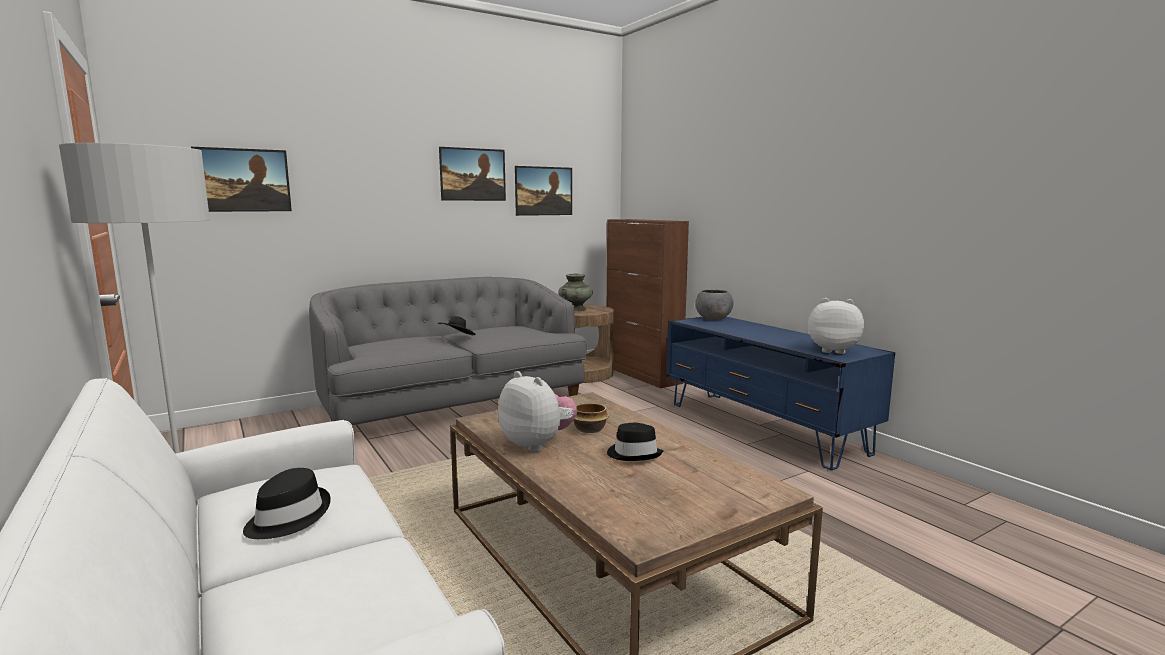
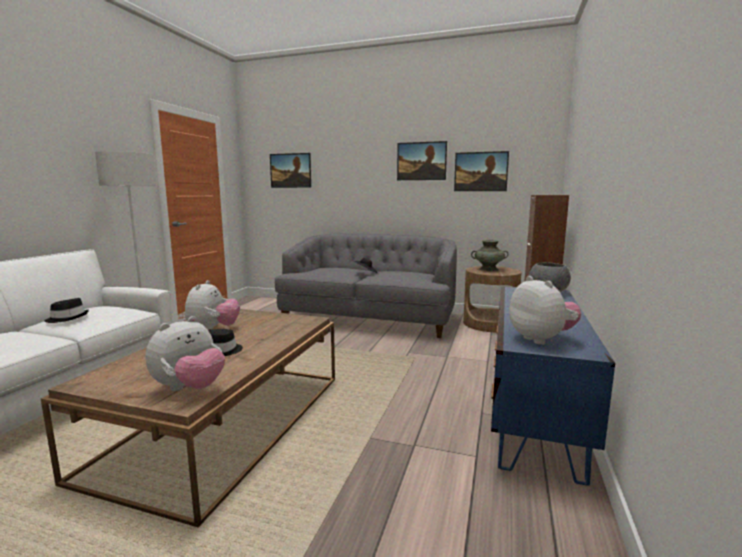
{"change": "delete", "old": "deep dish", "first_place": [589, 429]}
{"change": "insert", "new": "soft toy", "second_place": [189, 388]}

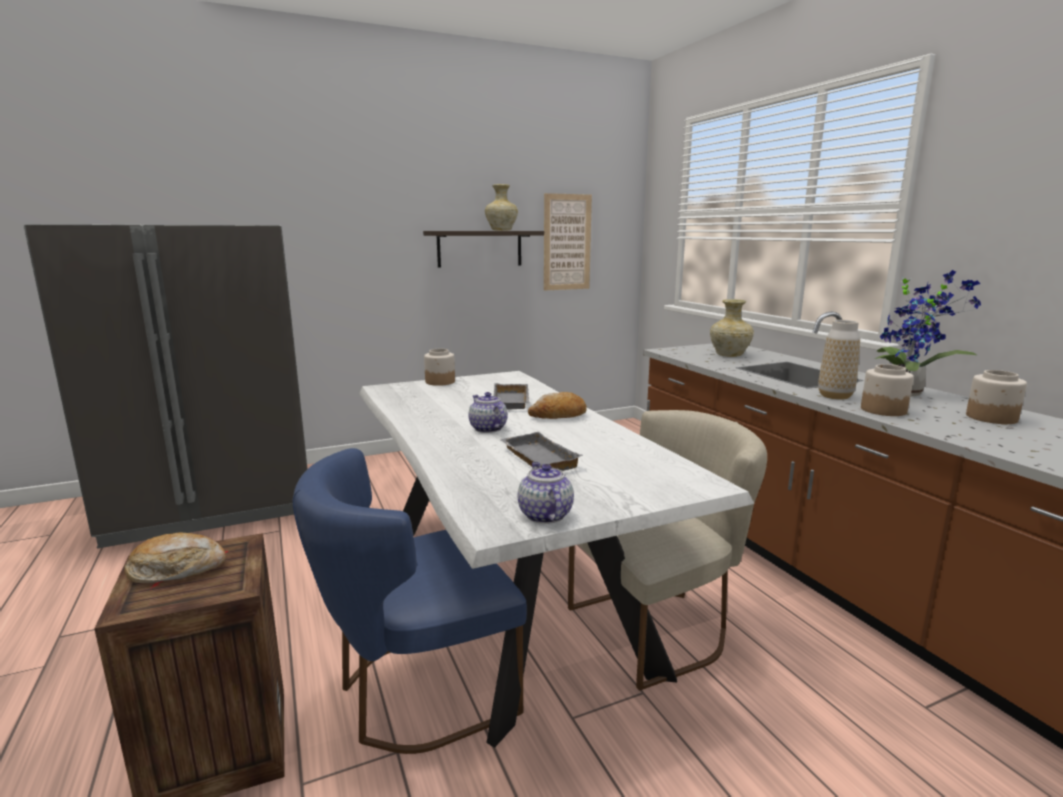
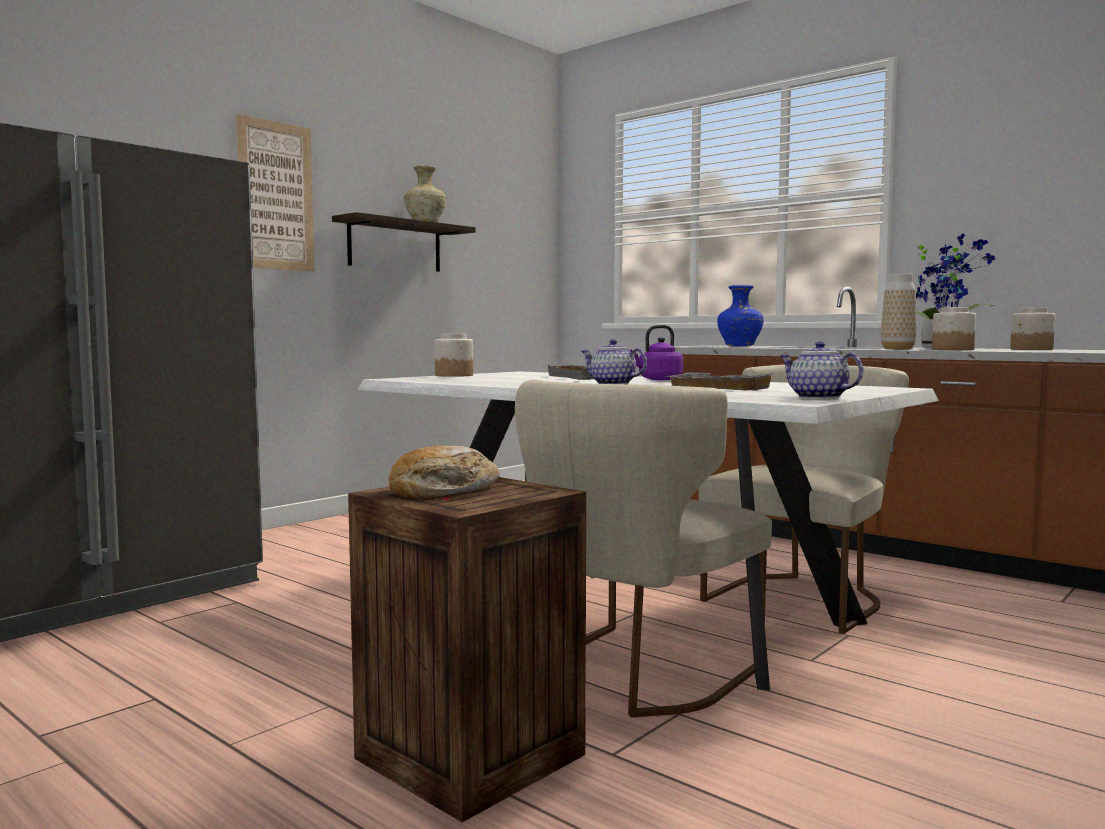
{"change": "recolor", "old": "chair/blue-coloured", "new": "chair/beige", "first_place": [416, 692], "second_place": [633, 676]}
{"change": "replace", "old": "bread", "new": "kettle/purple-coloured", "first_place": [558, 416], "second_place": [658, 379]}
{"change": "move", "old": "picture", "first_place": [567, 242], "second_place": [276, 196]}
{"change": "recolor", "old": "vase/beige", "new": "vase/blue-coloured", "first_place": [728, 355], "second_place": [739, 346]}

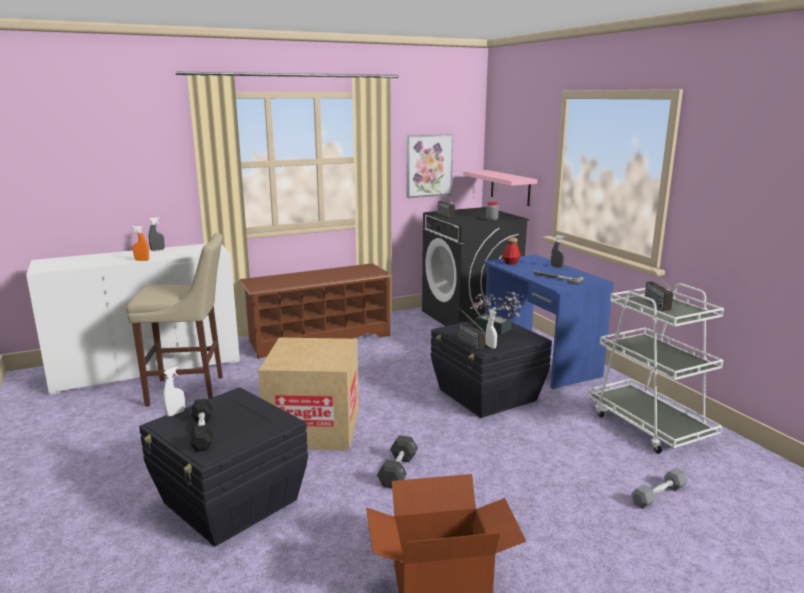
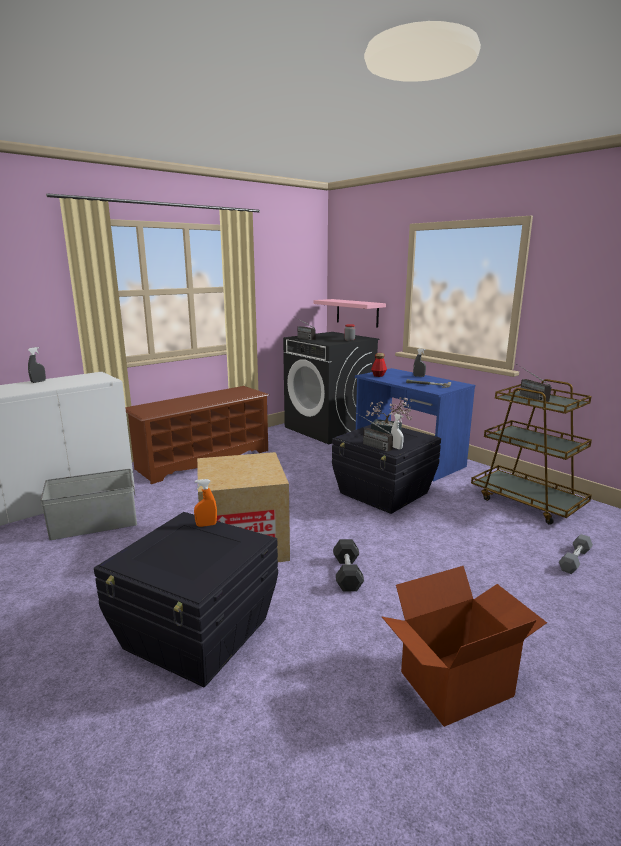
{"change": "replace", "old": "sitting stool/beige", "new": "storage bin/greyish", "first_place": [190, 391], "second_place": [95, 524]}
{"change": "move", "old": "sprayer/orangey", "first_place": [142, 260], "second_place": [206, 525]}
{"change": "delete", "old": "sprayer/white-coloured", "first_place": [175, 413]}
{"change": "delete", "old": "free weight/black-coloured", "first_place": [202, 432]}
{"change": "delete", "old": "picture", "first_place": [428, 166]}
{"change": "recolor", "old": "trolley/white-coloured", "new": "trolley/brownish", "first_place": [649, 425], "second_place": [527, 502]}

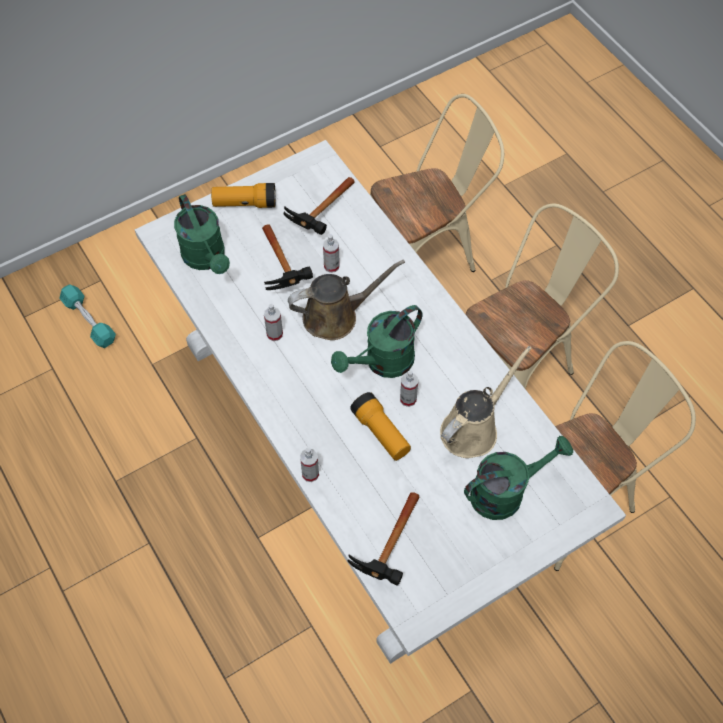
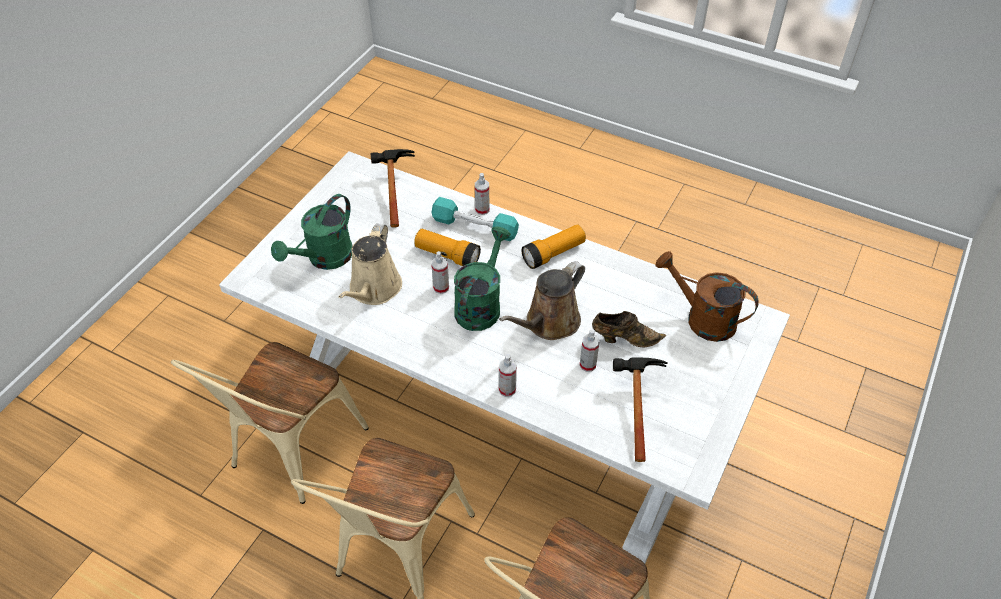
{"change": "move", "old": "free weight/turquoise-coloured", "first_place": [89, 321], "second_place": [474, 227]}
{"change": "recolor", "old": "sprinkling can/green-coloured", "new": "sprinkling can/brownish", "first_place": [207, 258], "second_place": [702, 318]}
{"change": "move", "old": "hand torch", "first_place": [245, 203], "second_place": [553, 254]}
{"change": "replace", "old": "tool hammer", "new": "shoe/brownish", "first_place": [284, 273], "second_place": [624, 338]}
{"change": "move", "old": "sprayer", "first_place": [274, 334], "second_place": [507, 389]}

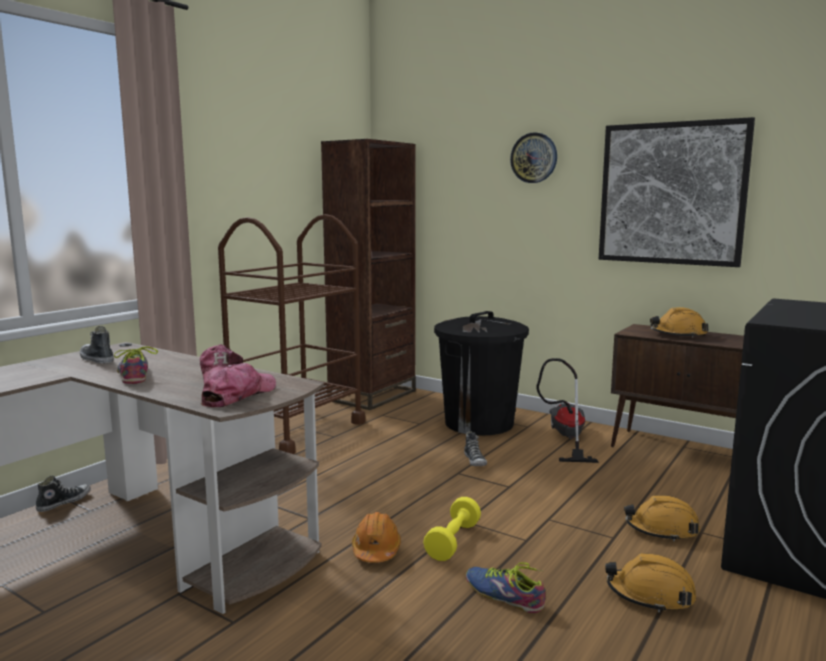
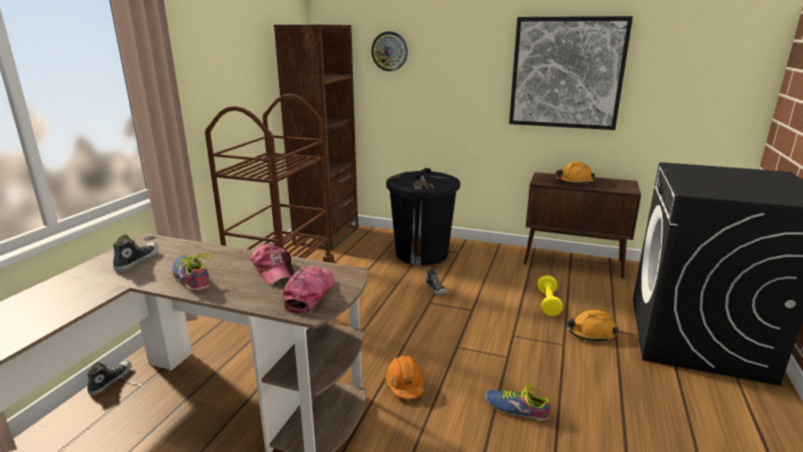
{"change": "rotate", "old": "shoe", "first_place": [96, 359], "second_place": [137, 261], "degrees": 75}
{"change": "move", "old": "free weight/yellowish", "first_place": [453, 541], "second_place": [548, 303]}
{"change": "move", "old": "hanging clock", "first_place": [534, 158], "second_place": [389, 51]}
{"change": "delete", "old": "hoover", "first_place": [565, 438]}
{"change": "delete", "old": "safety helmet/orangey", "first_place": [650, 595]}

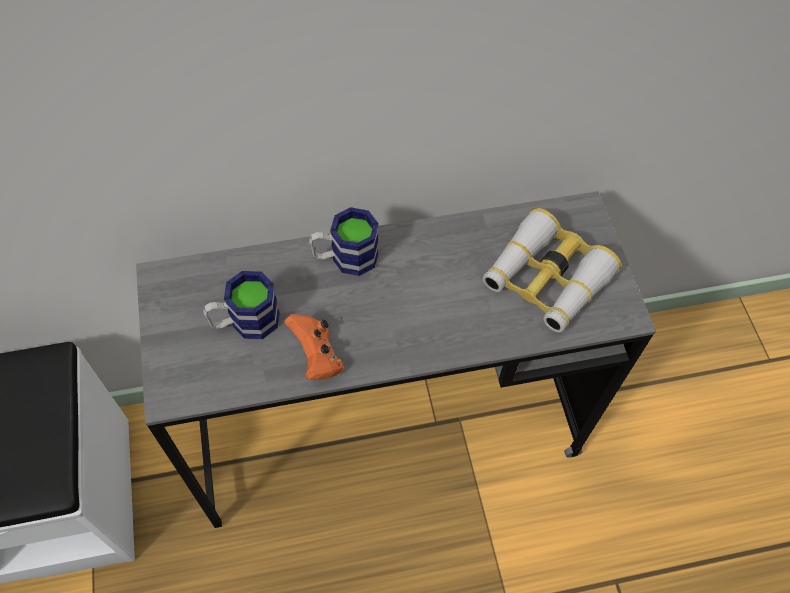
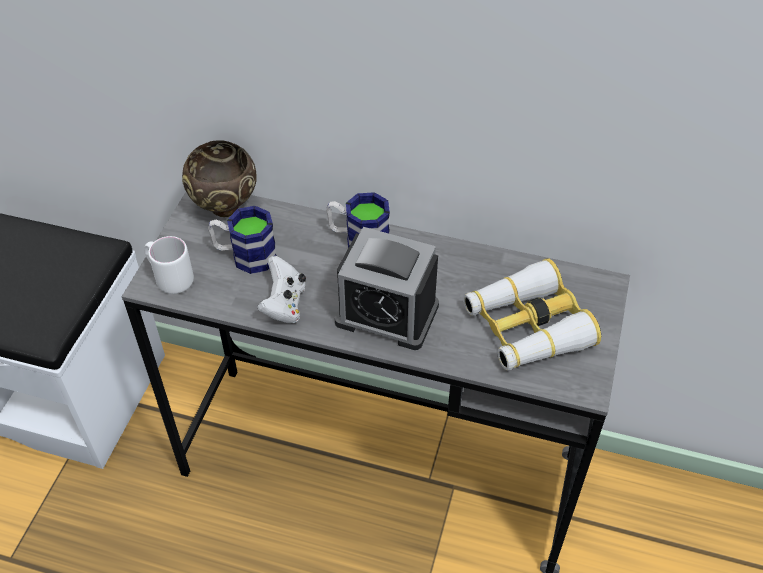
{"change": "recolor", "old": "joypad/orangey", "new": "joypad/white-coloured", "first_place": [317, 356], "second_place": [284, 304]}
{"change": "insert", "new": "tea mug/white-coloured", "second_place": [170, 278]}
{"change": "insert", "new": "deep dish/brownish", "second_place": [225, 209]}
{"change": "insert", "new": "table clock", "second_place": [387, 314]}

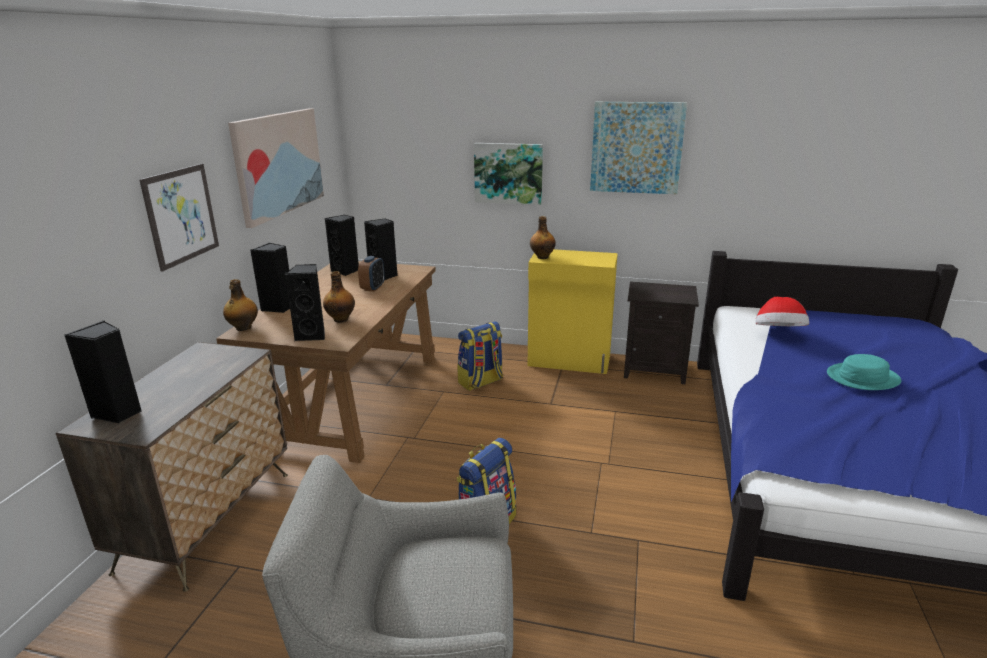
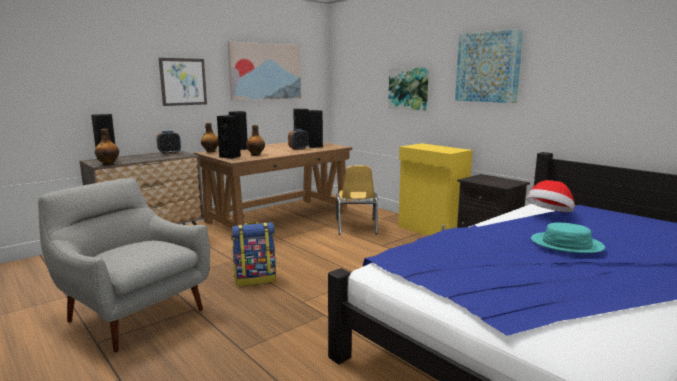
{"change": "replace", "old": "knapsack", "new": "chair/yellowish", "first_place": [481, 382], "second_place": [356, 227]}
{"change": "move", "old": "bottle", "first_place": [542, 257], "second_place": [108, 164]}
{"change": "insert", "new": "table clock", "second_place": [169, 153]}

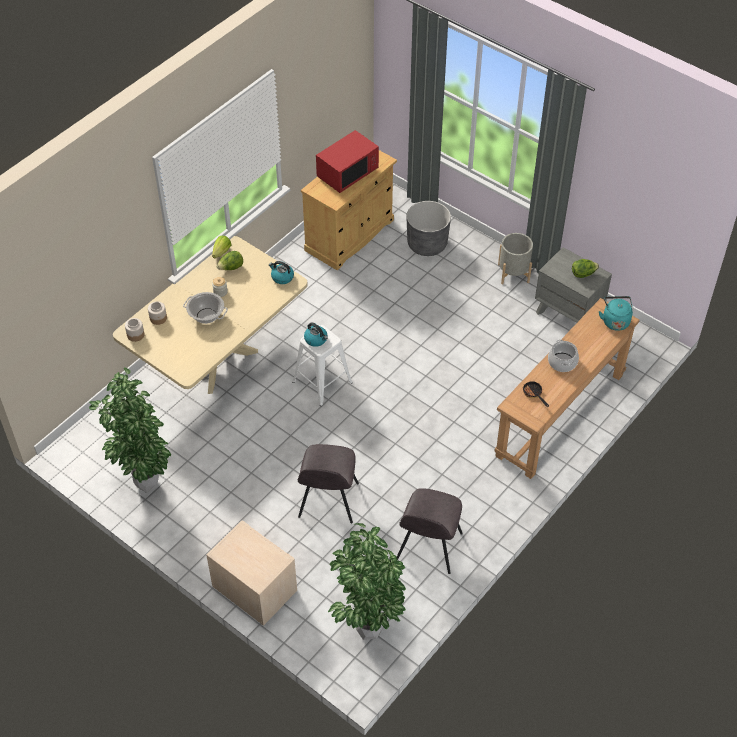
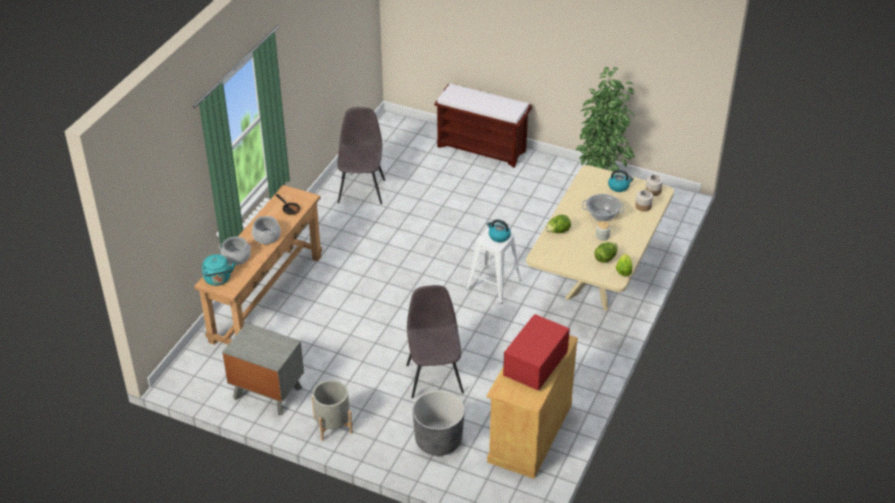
{"change": "replace", "old": "night table/beige", "new": "long seat/brownish", "first_place": [254, 588], "second_place": [482, 148]}
{"change": "move", "old": "kettle", "first_place": [282, 277], "second_place": [619, 186]}
{"change": "move", "old": "chair/greyish", "first_place": [328, 502], "second_place": [434, 377]}
{"change": "delete", "old": "plant in a pot", "first_place": [366, 632]}
{"change": "move", "old": "lettuce head", "first_place": [583, 274], "second_place": [557, 232]}
{"change": "insert", "new": "stockpot", "second_place": [236, 257]}

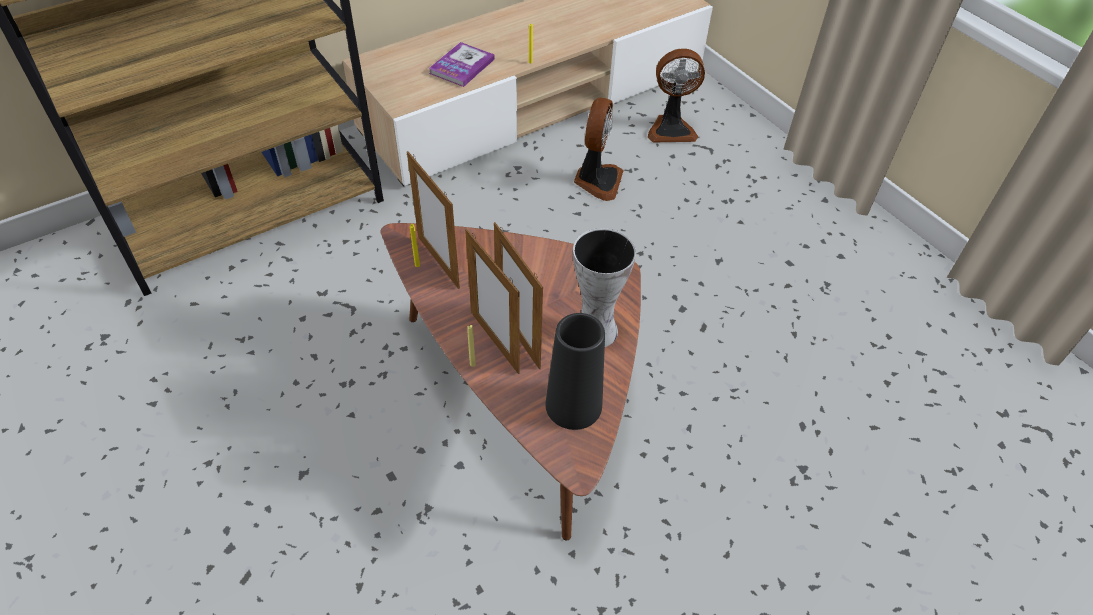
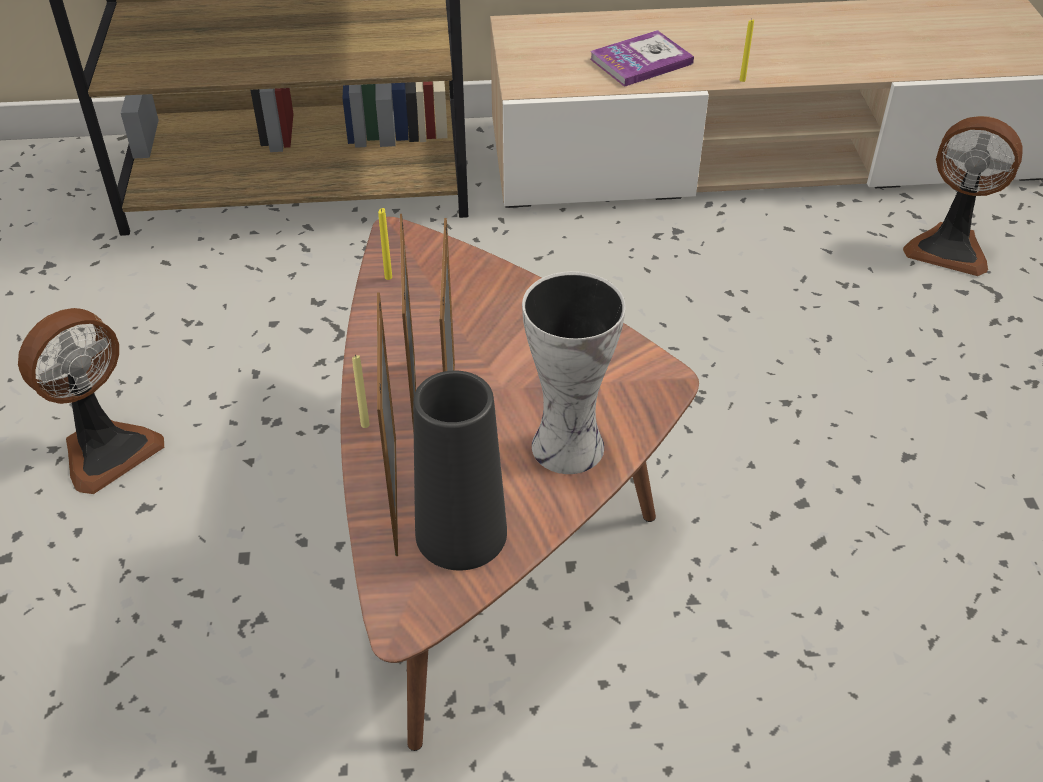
{"change": "move", "old": "standing frame", "first_place": [438, 262], "second_place": [396, 495]}
{"change": "move", "old": "fan", "first_place": [597, 180], "second_place": [106, 450]}

